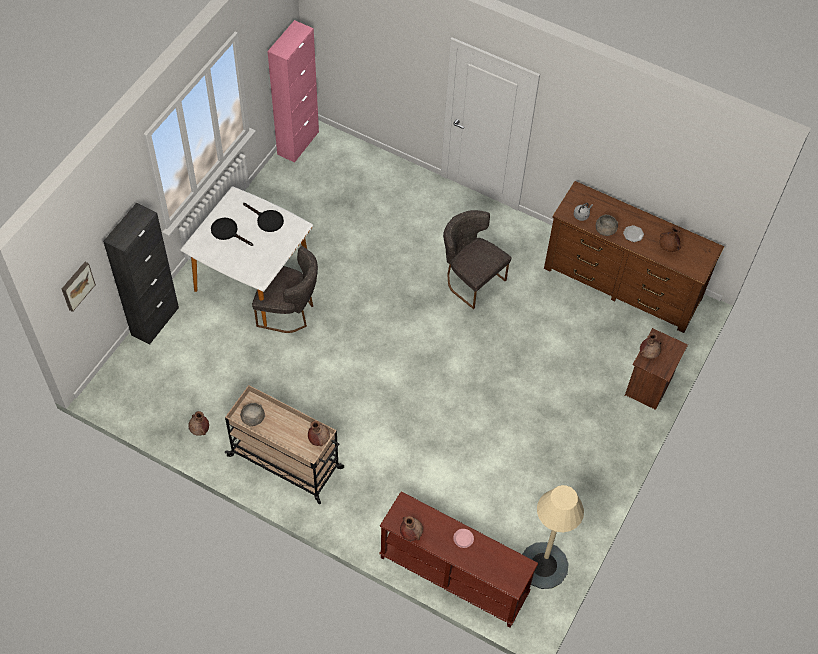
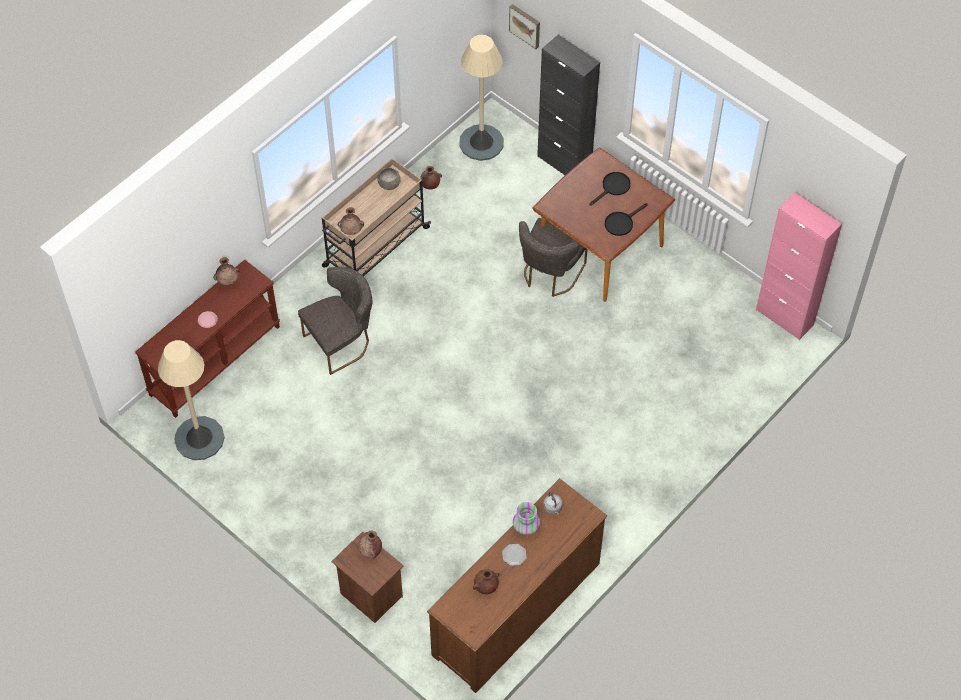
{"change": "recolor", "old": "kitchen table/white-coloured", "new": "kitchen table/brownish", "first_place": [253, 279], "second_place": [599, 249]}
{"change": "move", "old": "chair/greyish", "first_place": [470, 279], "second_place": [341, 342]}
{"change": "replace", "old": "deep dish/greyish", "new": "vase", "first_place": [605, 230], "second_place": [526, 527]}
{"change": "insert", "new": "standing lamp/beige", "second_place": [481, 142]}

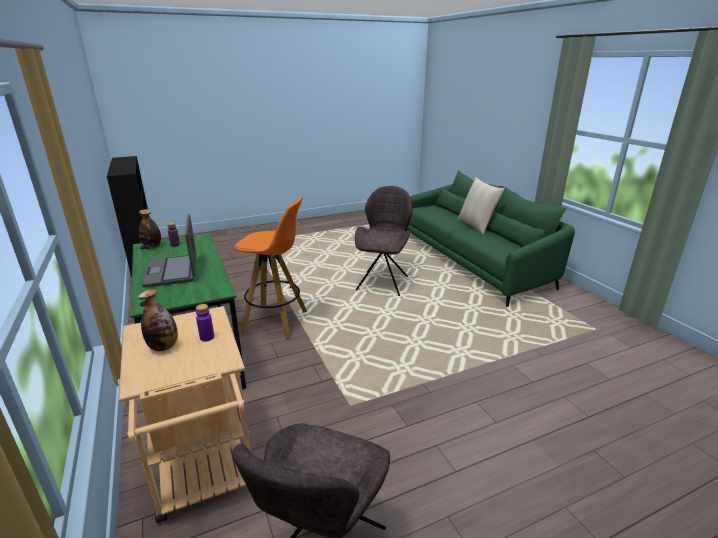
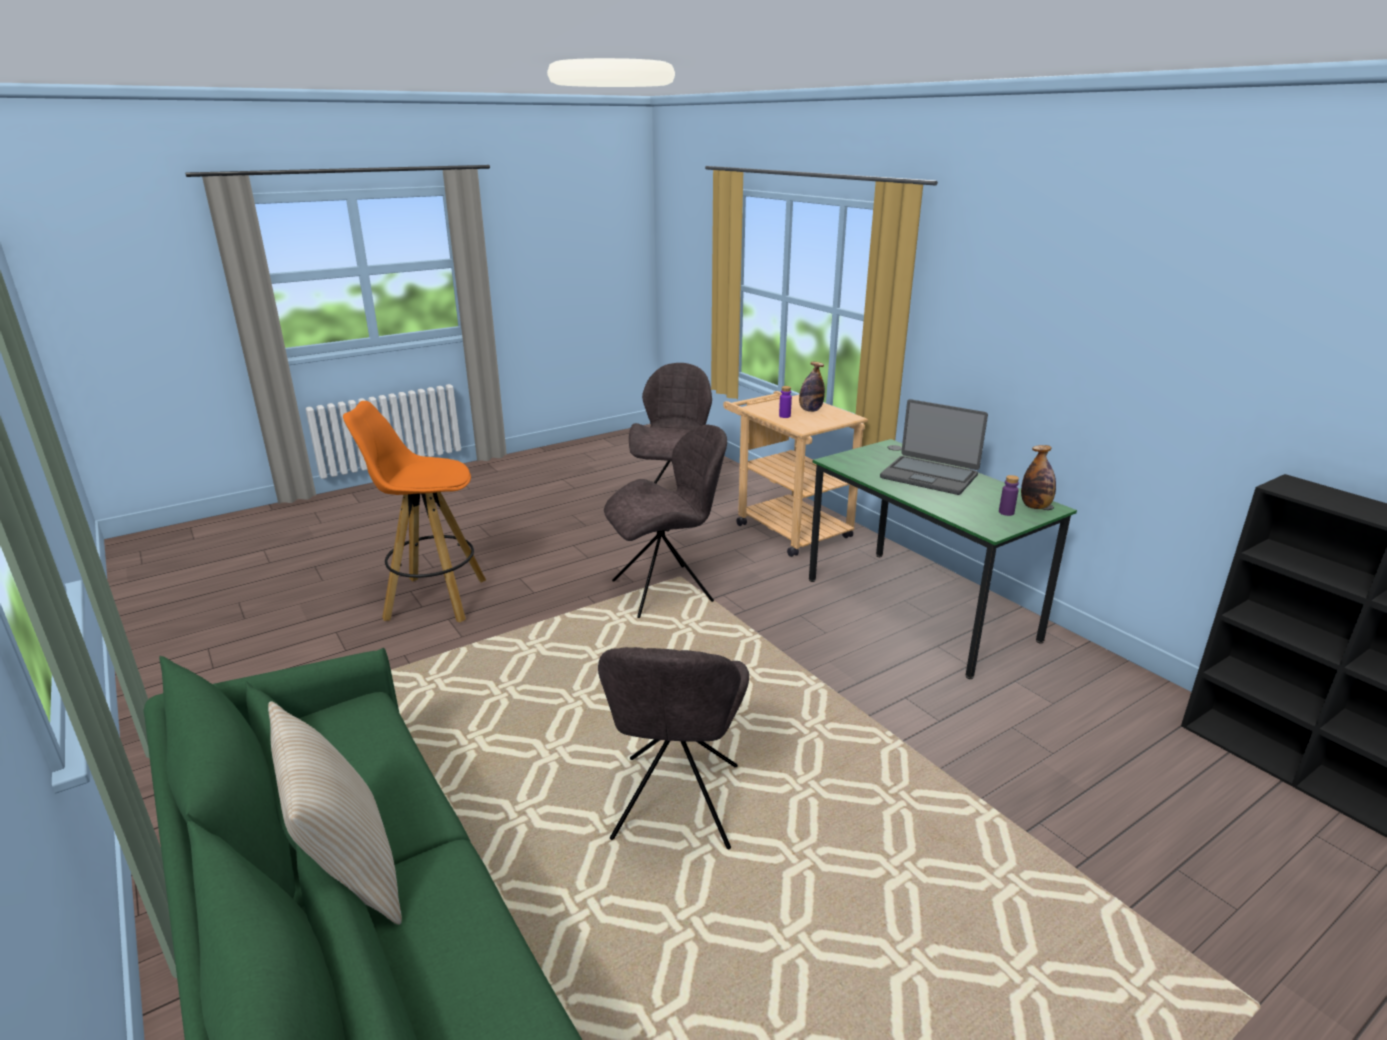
{"change": "rotate", "old": "portable computer", "first_place": [172, 271], "second_place": [929, 476], "degrees": 150}
{"change": "move", "old": "sitting stool/orangey", "first_place": [276, 321], "second_place": [434, 599]}
{"change": "insert", "new": "chair/greyish", "second_place": [666, 590]}

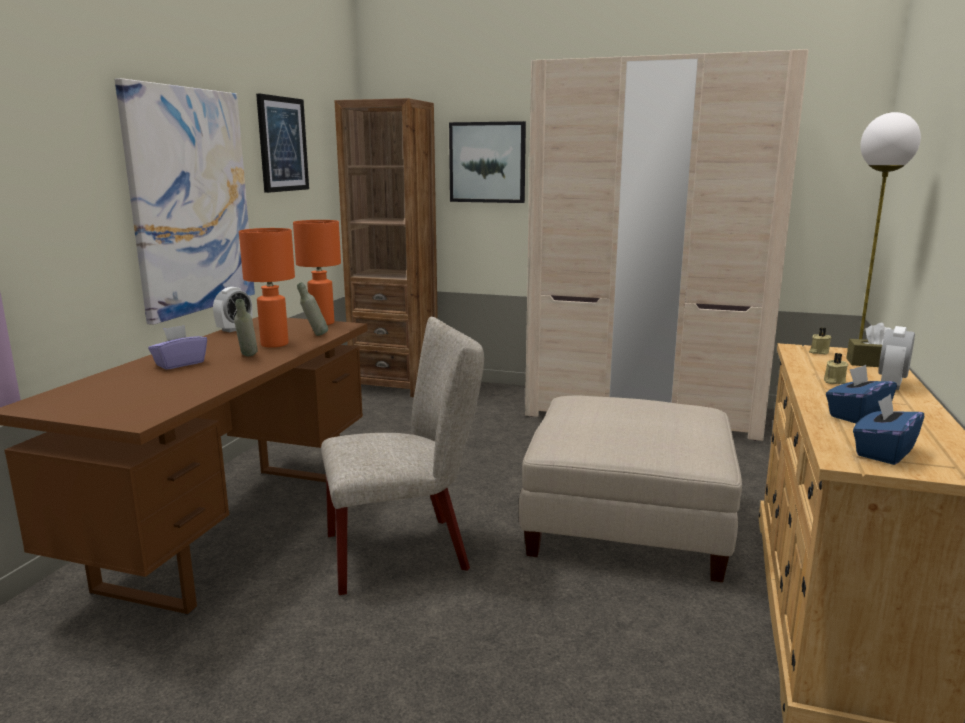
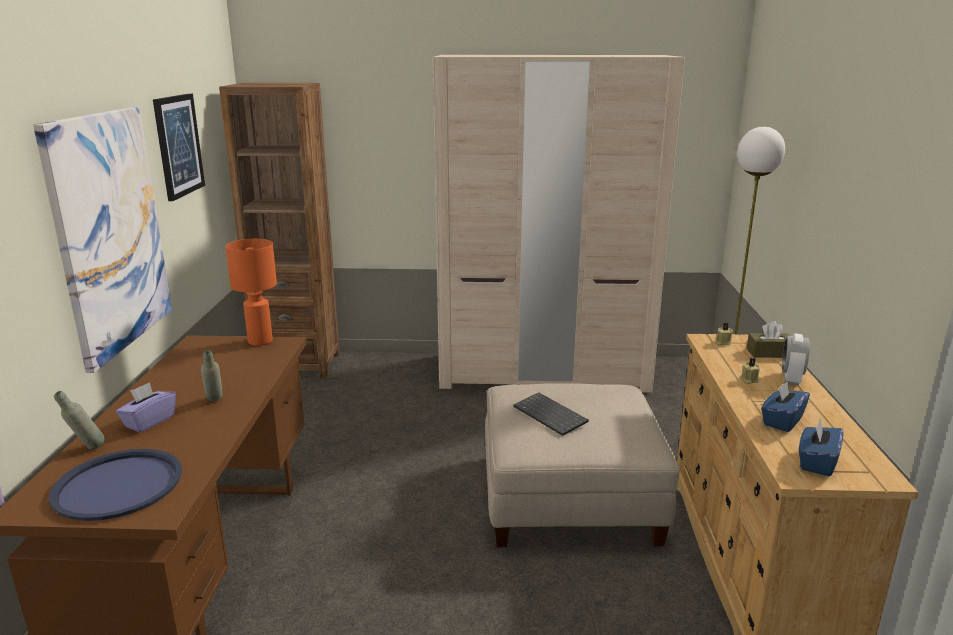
{"change": "delete", "old": "table clock", "first_place": [235, 329]}
{"change": "delete", "old": "table lamp/orangey", "first_place": [274, 344]}
{"change": "move", "old": "bottle/greyish", "first_place": [314, 335], "second_place": [87, 450]}
{"change": "delete", "old": "chair/beige", "first_place": [406, 550]}
{"change": "delete", "old": "picture", "first_place": [487, 162]}
{"change": "insert", "new": "carrying tray/blue-coloured", "second_place": [118, 485]}
{"change": "insert", "new": "computer keyboard", "second_place": [551, 415]}

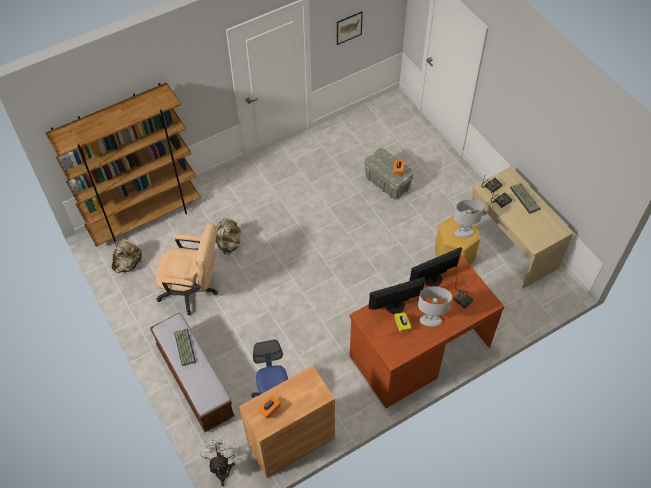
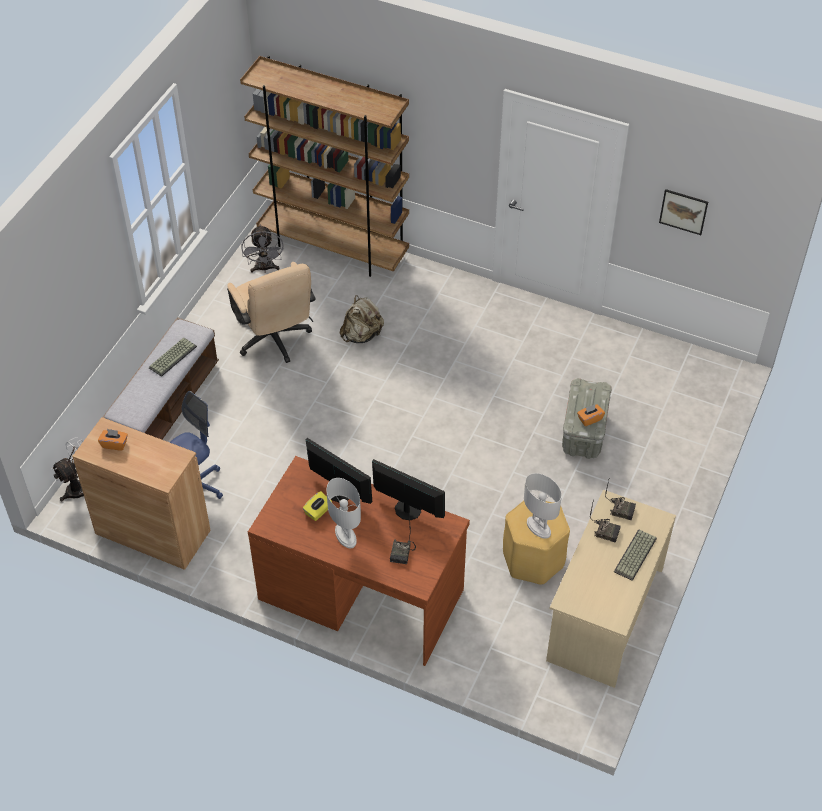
{"change": "replace", "old": "knapsack/beige", "new": "fan/greyish", "first_place": [128, 264], "second_place": [264, 268]}

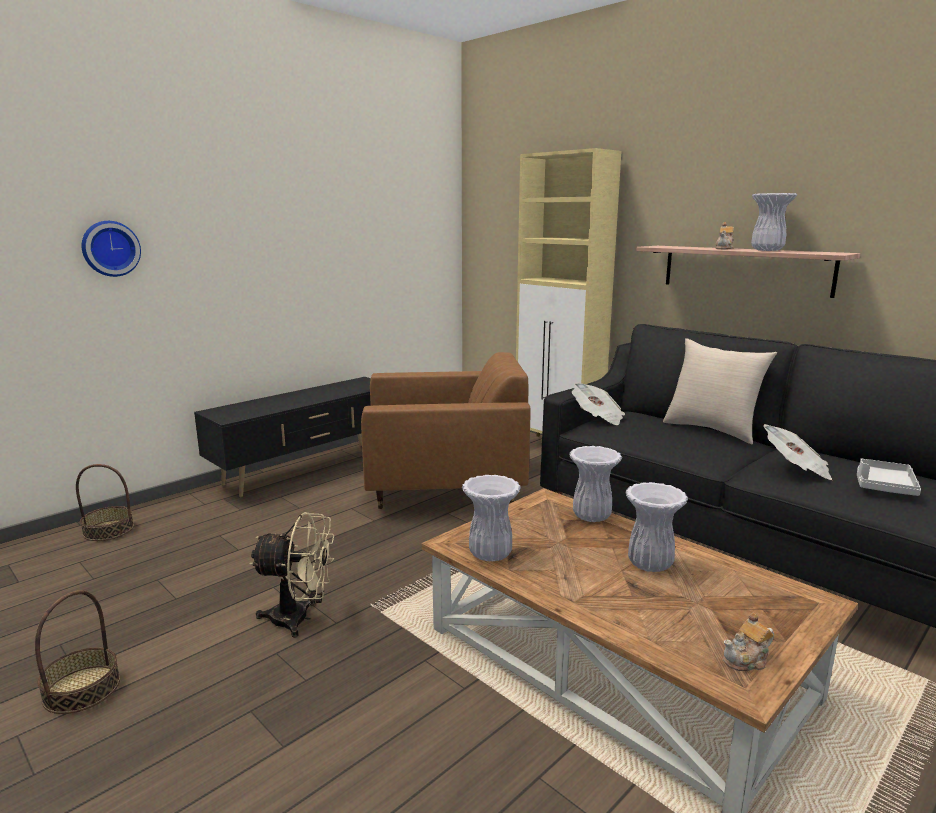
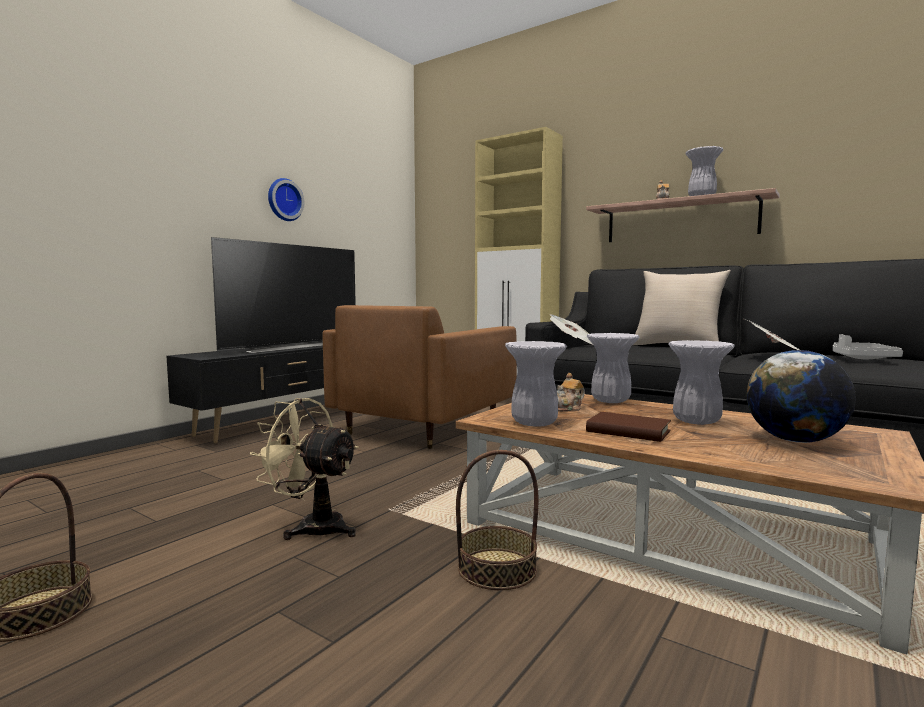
{"change": "move", "old": "household basket", "first_place": [108, 530], "second_place": [497, 569]}
{"change": "move", "old": "hanging clock", "first_place": [110, 248], "second_place": [284, 200]}
{"change": "rotate", "old": "fan/beige", "first_place": [299, 619], "second_place": [312, 526], "degrees": -150}
{"change": "rotate", "old": "easy chair/brownish", "first_place": [444, 486], "second_place": [424, 427], "degrees": 135}
{"change": "move", "old": "teapot", "first_place": [747, 660], "second_place": [567, 409]}
{"change": "insert", "new": "TV", "second_place": [291, 346]}
{"change": "insert", "new": "bound book/brownish", "second_place": [628, 431]}
{"change": "insert", "new": "globe", "second_place": [795, 441]}

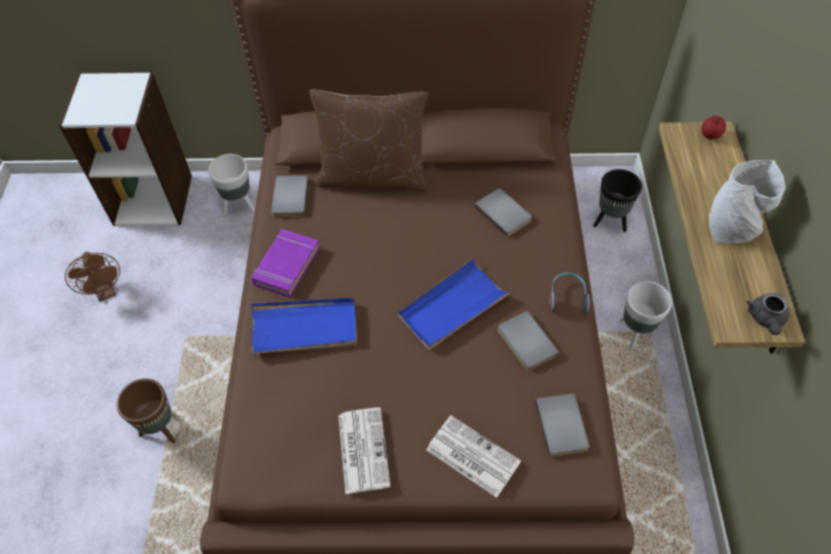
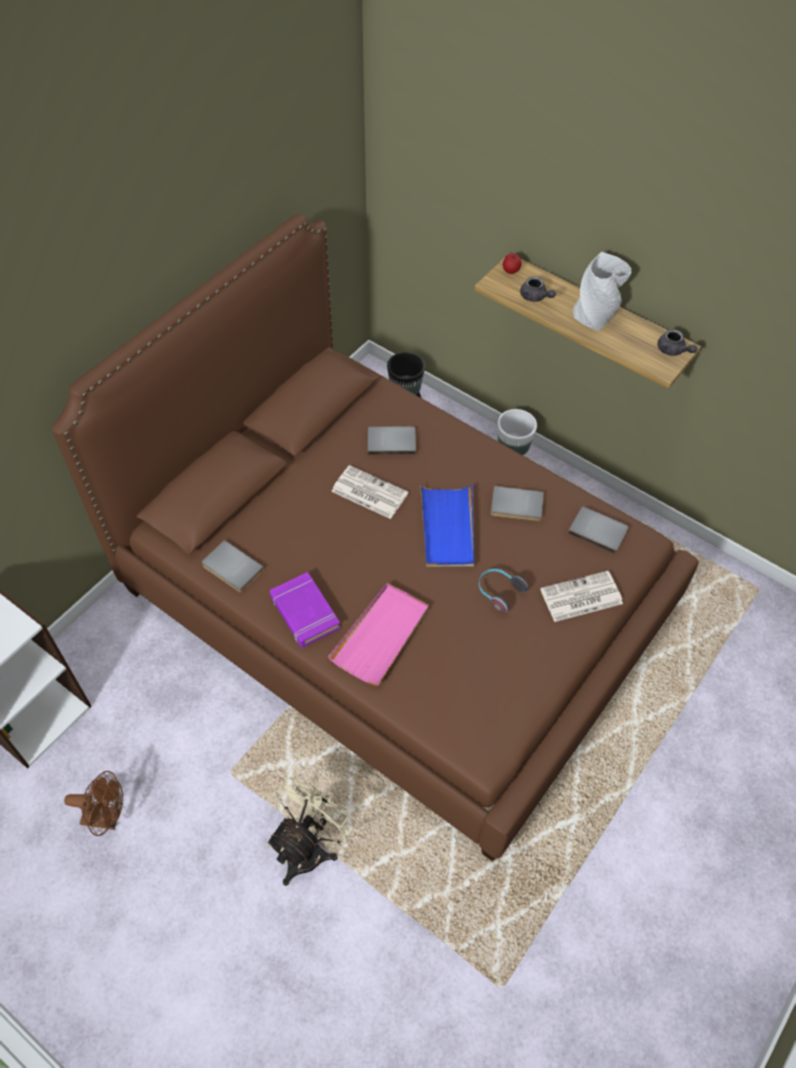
{"change": "replace", "old": "flower pot/brownish", "new": "fan/beige", "first_place": [161, 429], "second_place": [310, 847]}
{"change": "delete", "old": "flower pot/white-coloured", "first_place": [239, 205]}
{"change": "recolor", "old": "carrying tray/blue-coloured", "new": "carrying tray/pink-coloured", "first_place": [304, 328], "second_place": [381, 635]}
{"change": "delete", "old": "pillow/brownish", "first_place": [373, 176]}
{"change": "move", "old": "daily paper", "first_place": [362, 449], "second_place": [368, 492]}
{"change": "move", "old": "headphones", "first_place": [567, 297], "second_place": [499, 592]}
{"change": "insert", "new": "teapot/greyish", "second_place": [535, 297]}

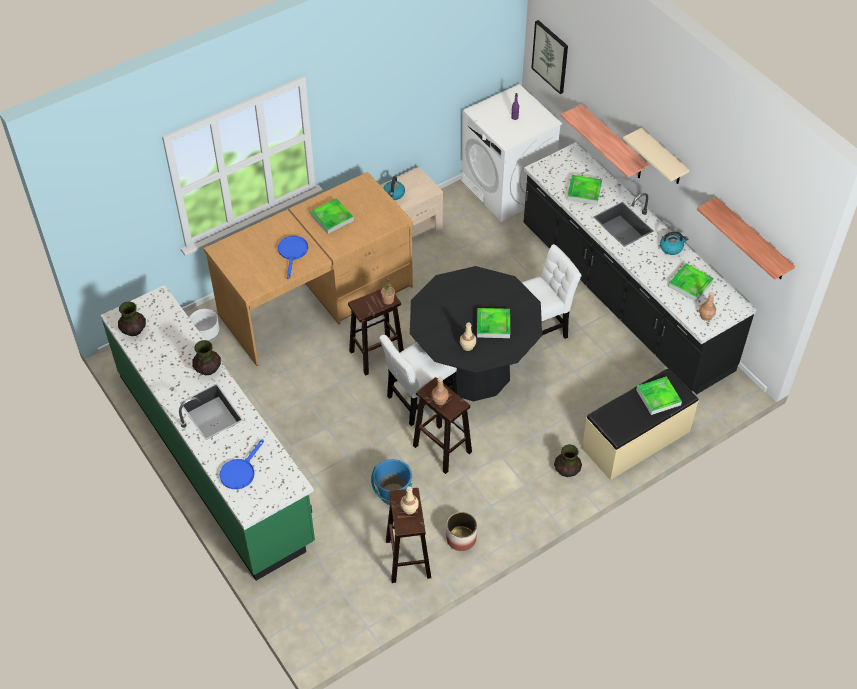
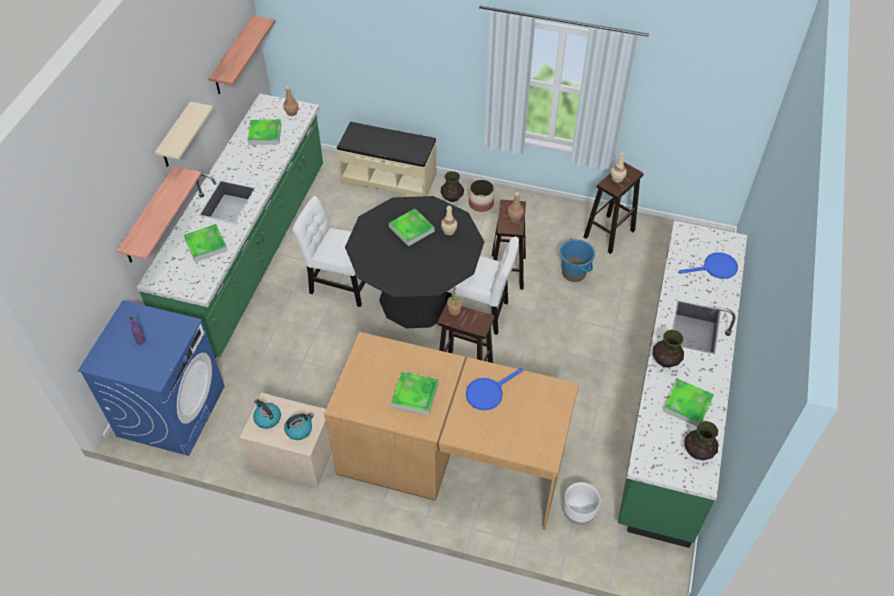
{"change": "move", "old": "flower pot", "first_place": [461, 538], "second_place": [481, 203]}
{"change": "recolor", "old": "laundry machine/white-coloured", "new": "laundry machine/blue-coloured", "first_place": [507, 188], "second_place": [171, 410]}
{"change": "recolor", "old": "kitchen base unit/black-coloured", "new": "kitchen base unit/green-coloured", "first_place": [623, 298], "second_place": [251, 253]}
{"change": "delete", "old": "picture", "first_place": [550, 56]}
{"change": "move", "old": "carrying tray", "first_place": [658, 397], "second_place": [687, 404]}
{"change": "move", "old": "kettle", "first_place": [671, 248], "second_place": [267, 418]}

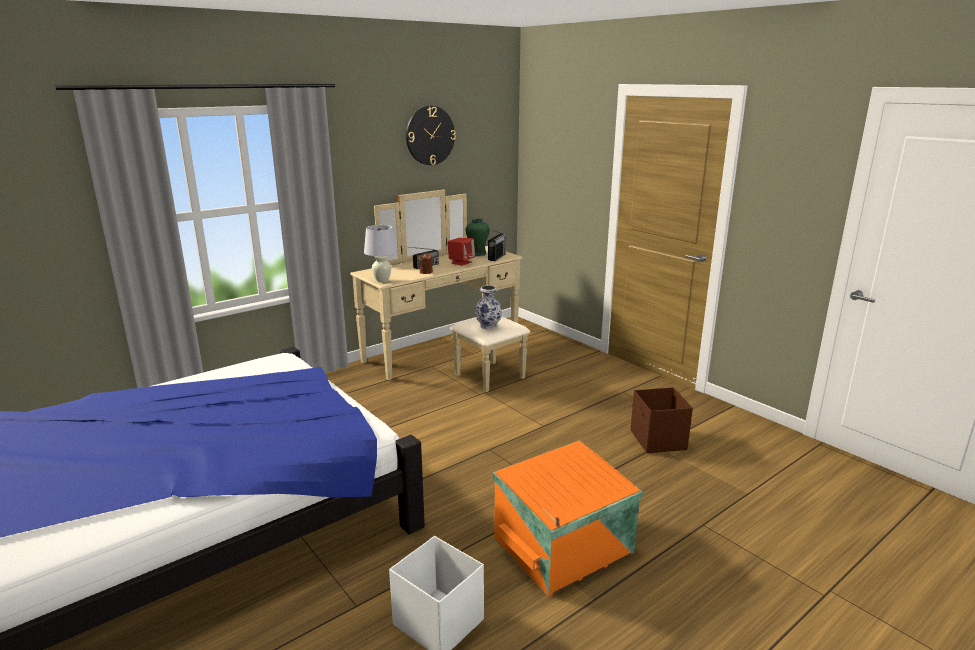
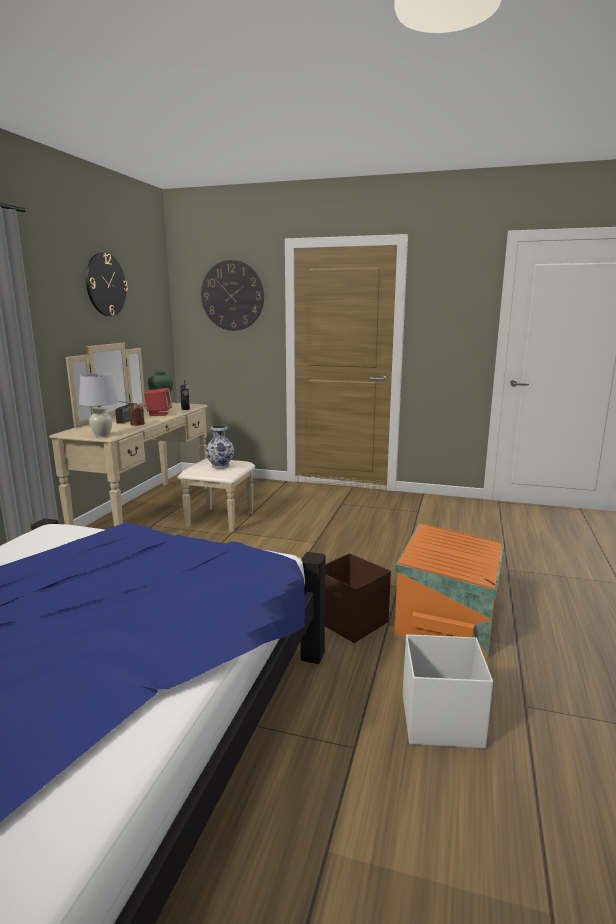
{"change": "move", "old": "storage bin/brownish", "first_place": [658, 440], "second_place": [351, 622]}
{"change": "insert", "new": "hanging clock", "second_place": [232, 295]}

